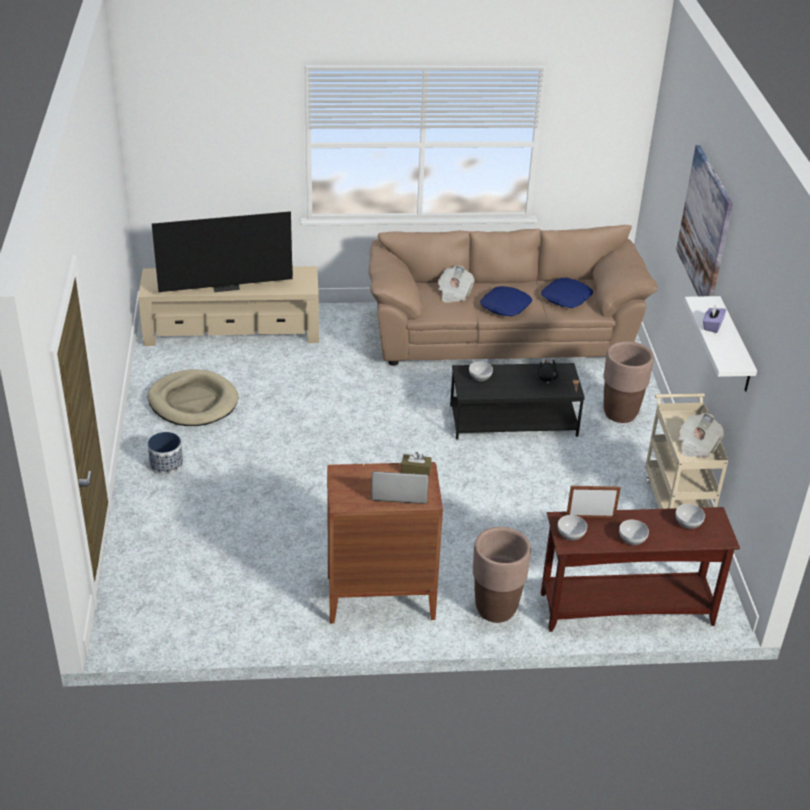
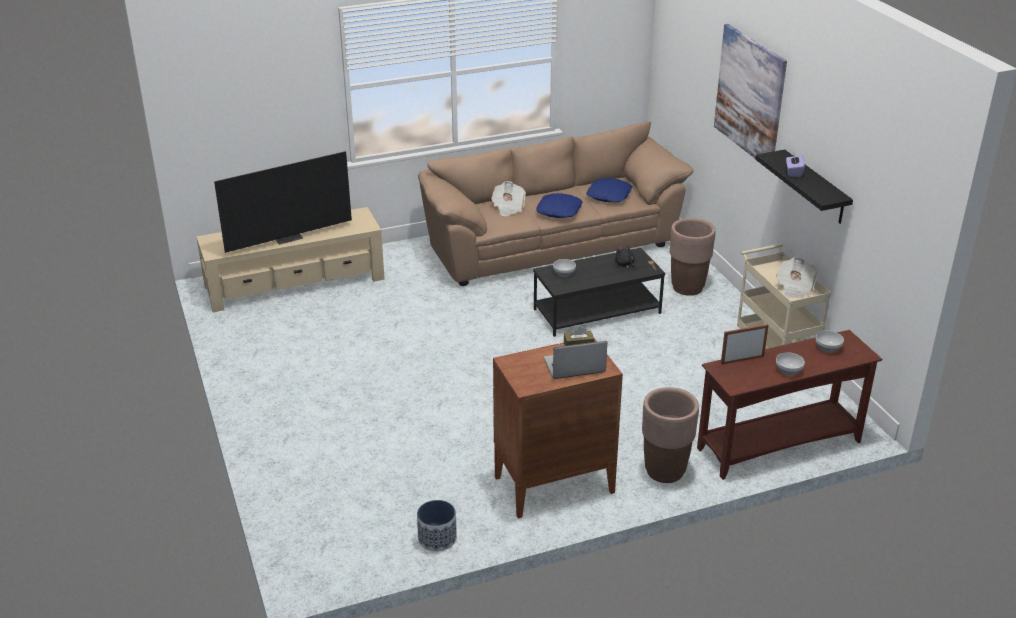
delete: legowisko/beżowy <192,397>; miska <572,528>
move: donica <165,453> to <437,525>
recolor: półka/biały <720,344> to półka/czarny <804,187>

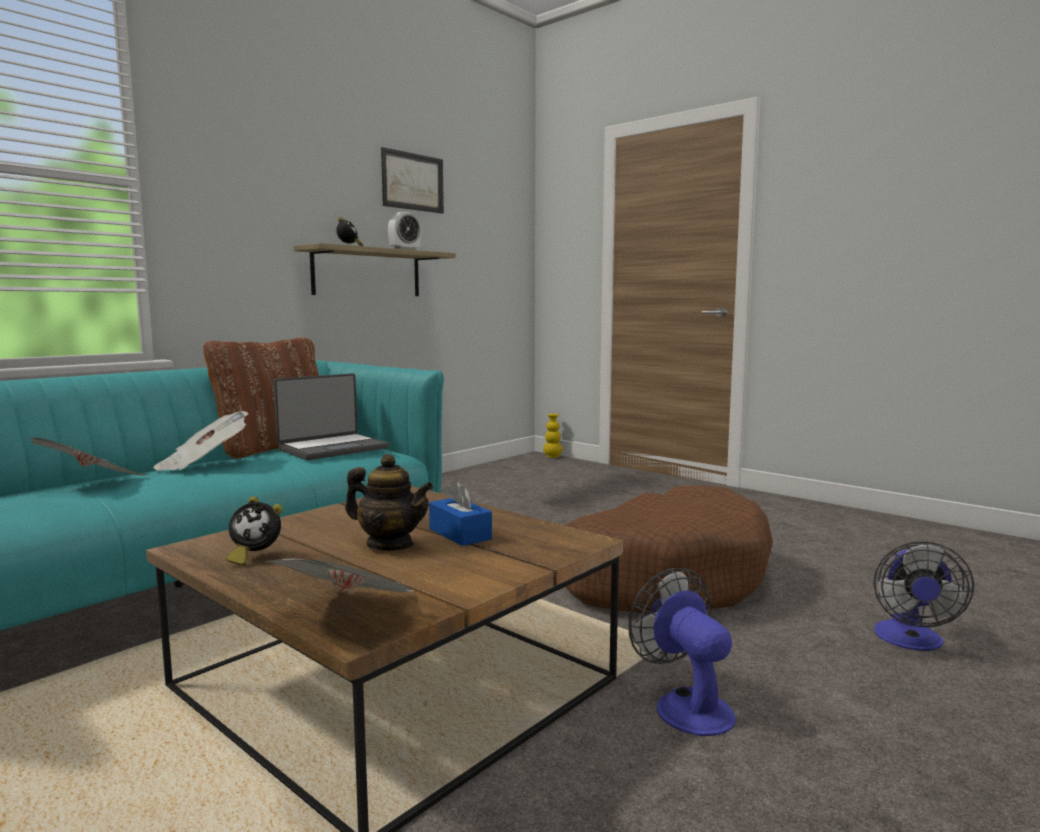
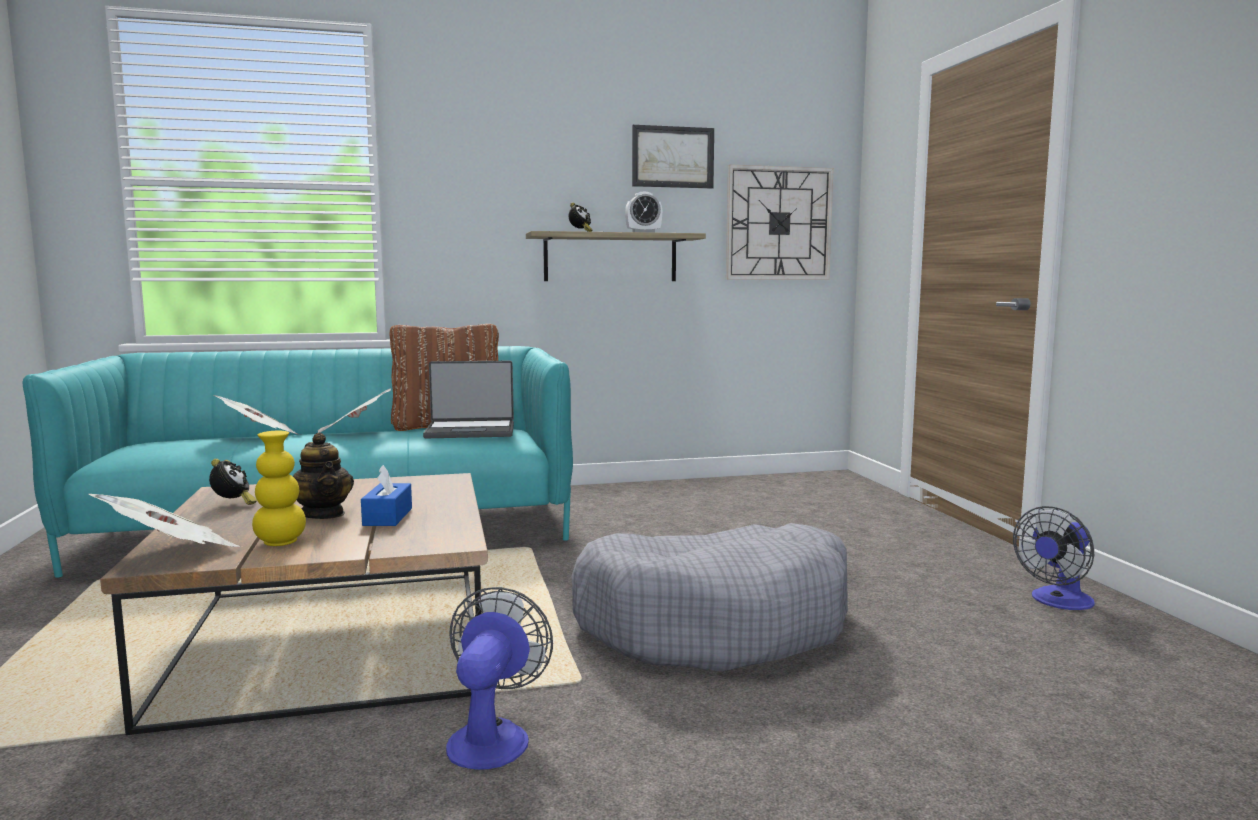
insert: zegar ścienny <779,222>
move: wazon/żółty <552,436> to <279,488>; wentylator <923,596> to <1054,558>
recolor: legowisko/brązowy <669,549> to legowisko/szary <709,597>
rotate: budzik <254,531> = <233,482> 135 degrees counterclockwise

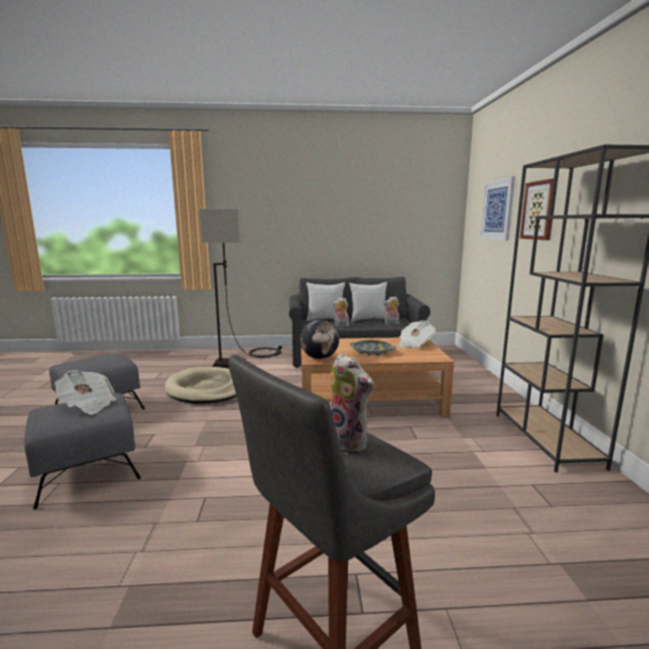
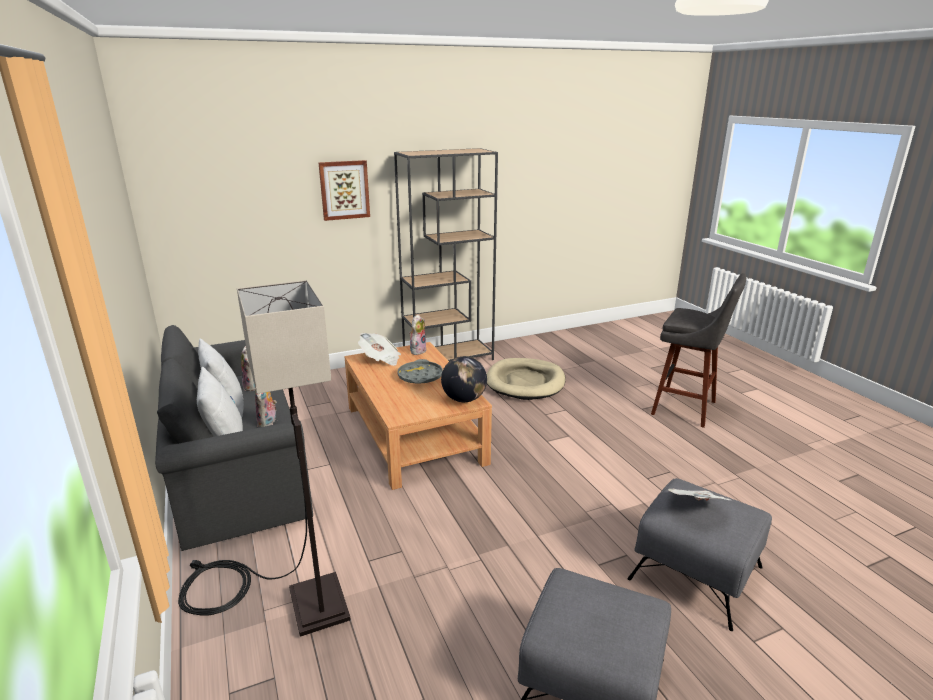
delete: obraz <497,208>
move: legowisko/beżowy <201,385> to <526,379>; pluszak <351,403> to <418,334>

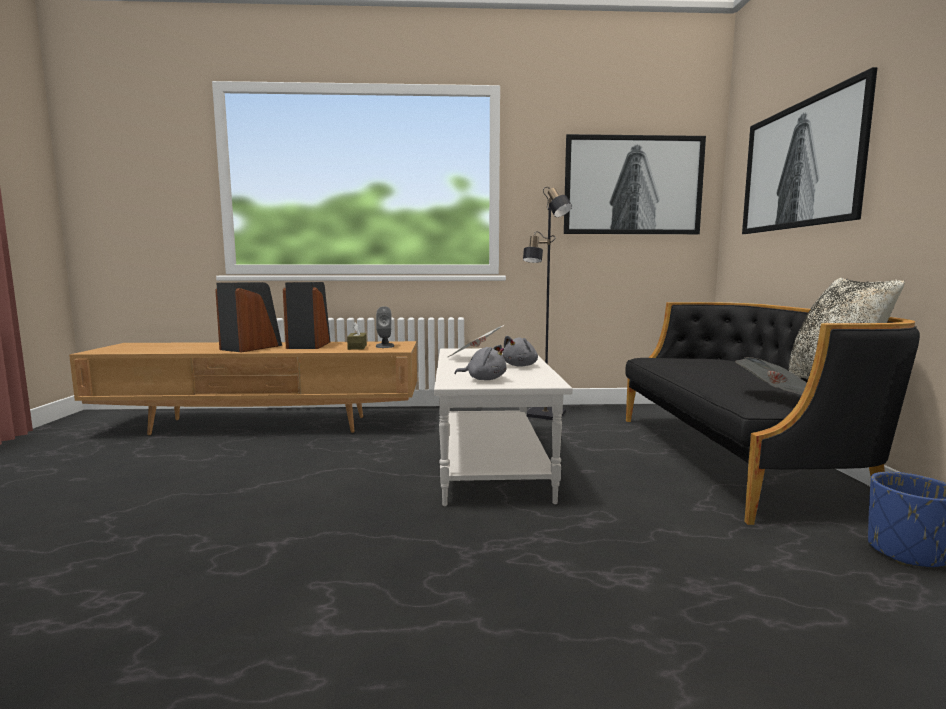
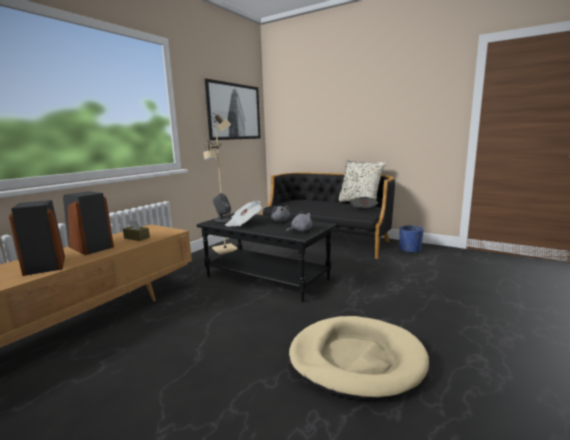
delete: obraz <810,150>
insert: legowisko/beżowy <359,358>
move: głośnik/szary <385,327> to <222,207>
recolor: ława/biały <503,427> to ława/czarny <266,257>; lampa stojąca/czarny <547,303> to lampa stojąca/beżowy <220,183>

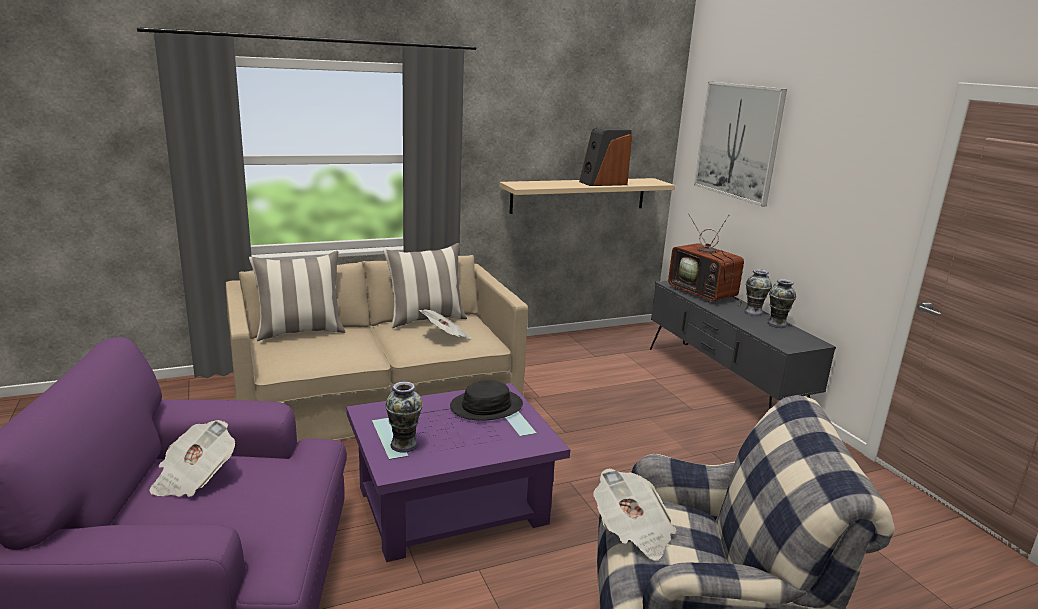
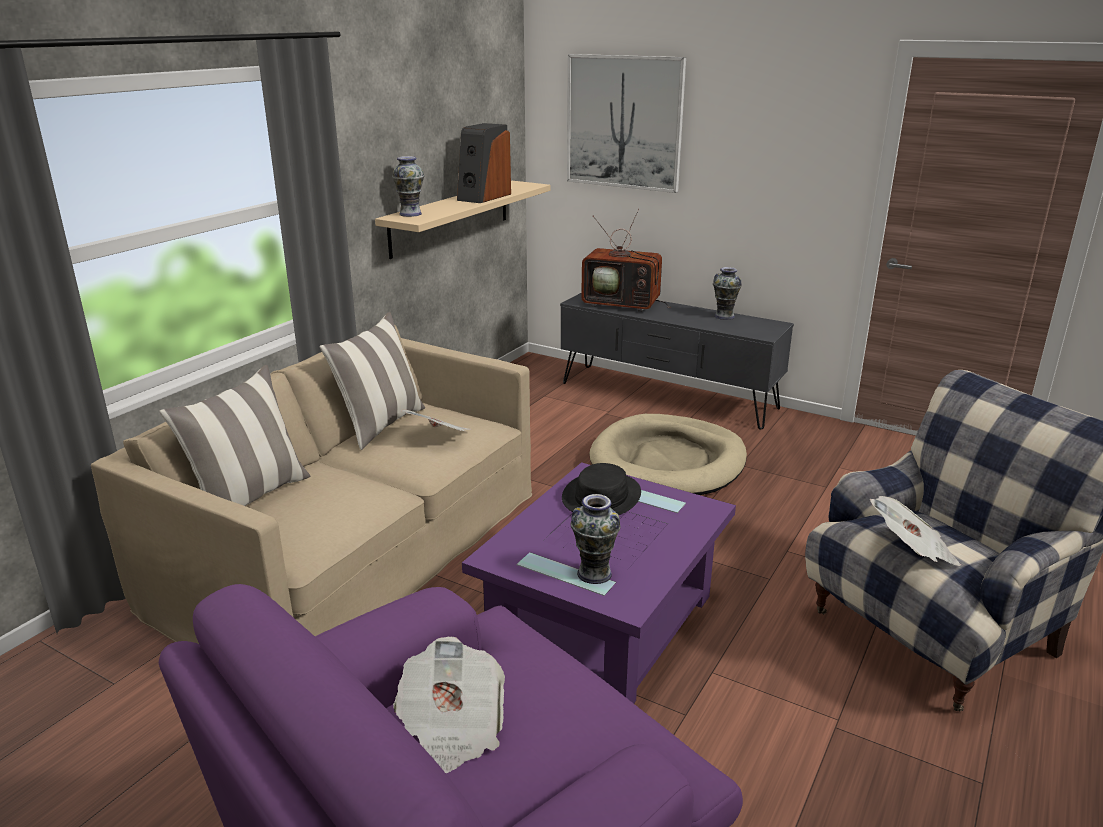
insert: legowisko/beżowy <668,454>
move: wazon <758,292> to <408,186>

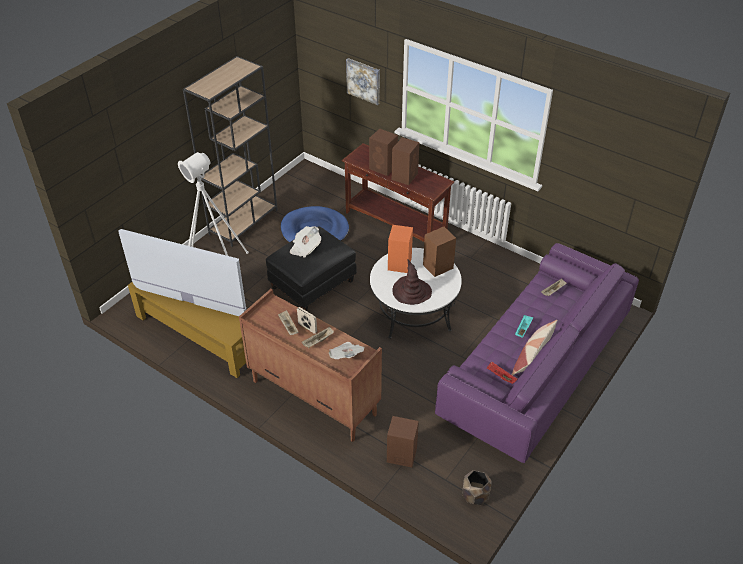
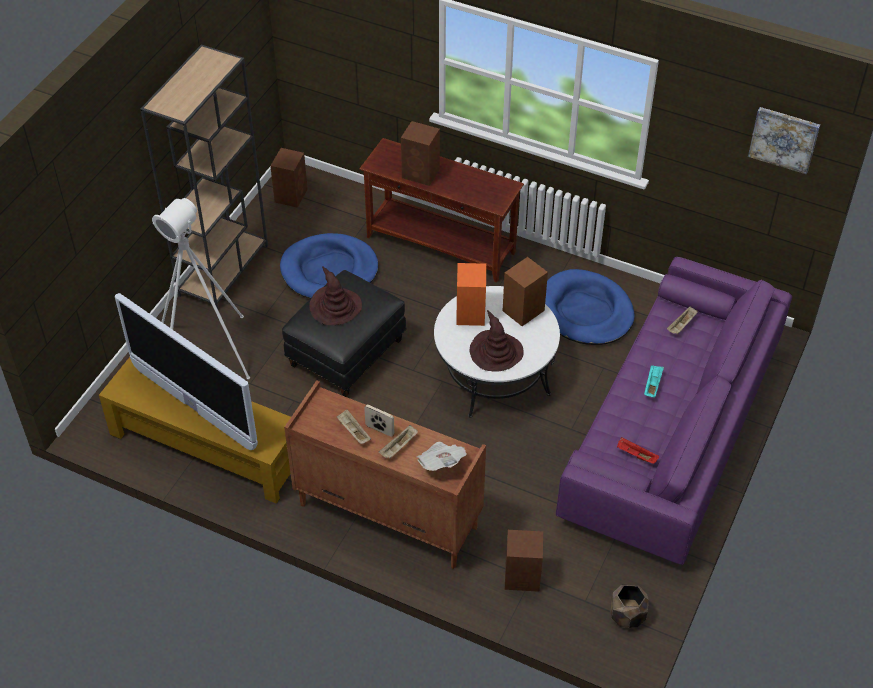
delete: poduszka <534,348>
insert: legowisko/niebieski <590,307>
move: obraz <363,81> to <784,140>; głośnik/brązowy <405,161> to <289,178>
replace: gazeta <305,242> to kapelusz/brązowy <335,295>
rotate: telewizor <182,272> = <186,371> 150 degrees counterclockwise

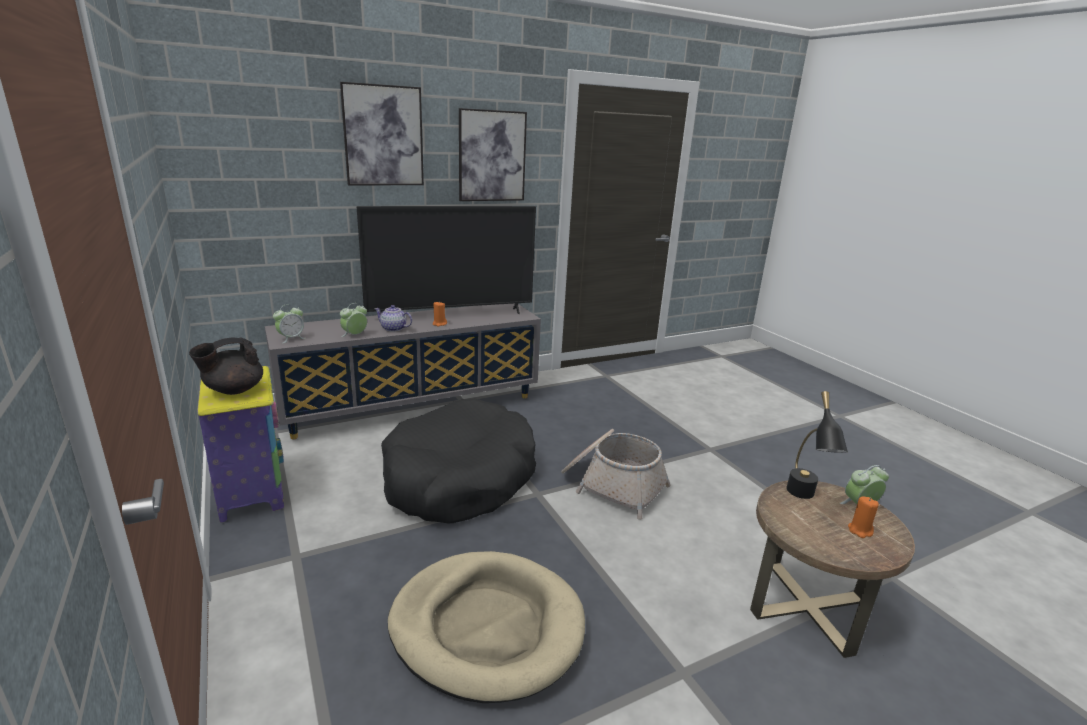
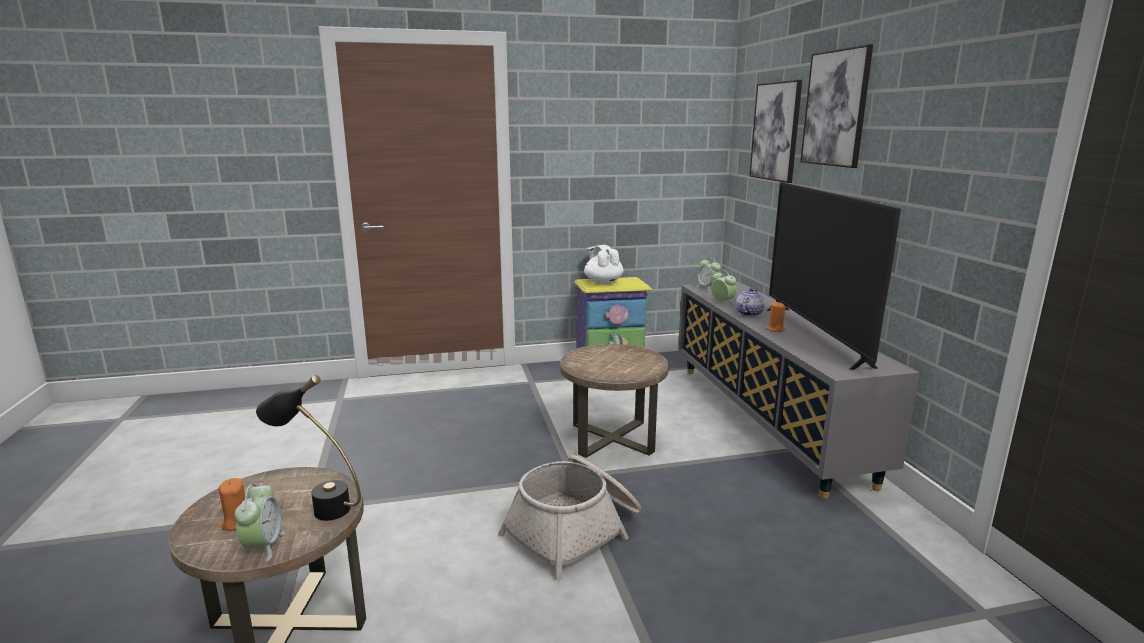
delete: legowisko/beżowy <486,627>
move: obraz <493,154> to <775,131>
replace: legowisko/czarny <458,461> to stolik/brązowy <614,401>
recolor: imbryk/czarny <226,366> to imbryk/biały <604,264>

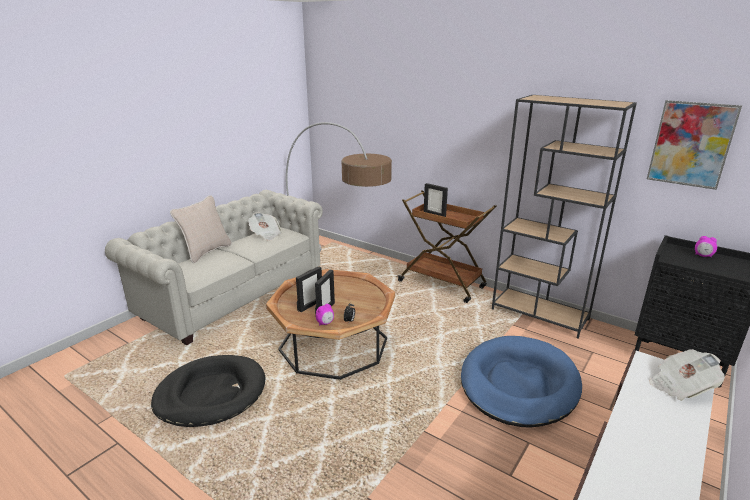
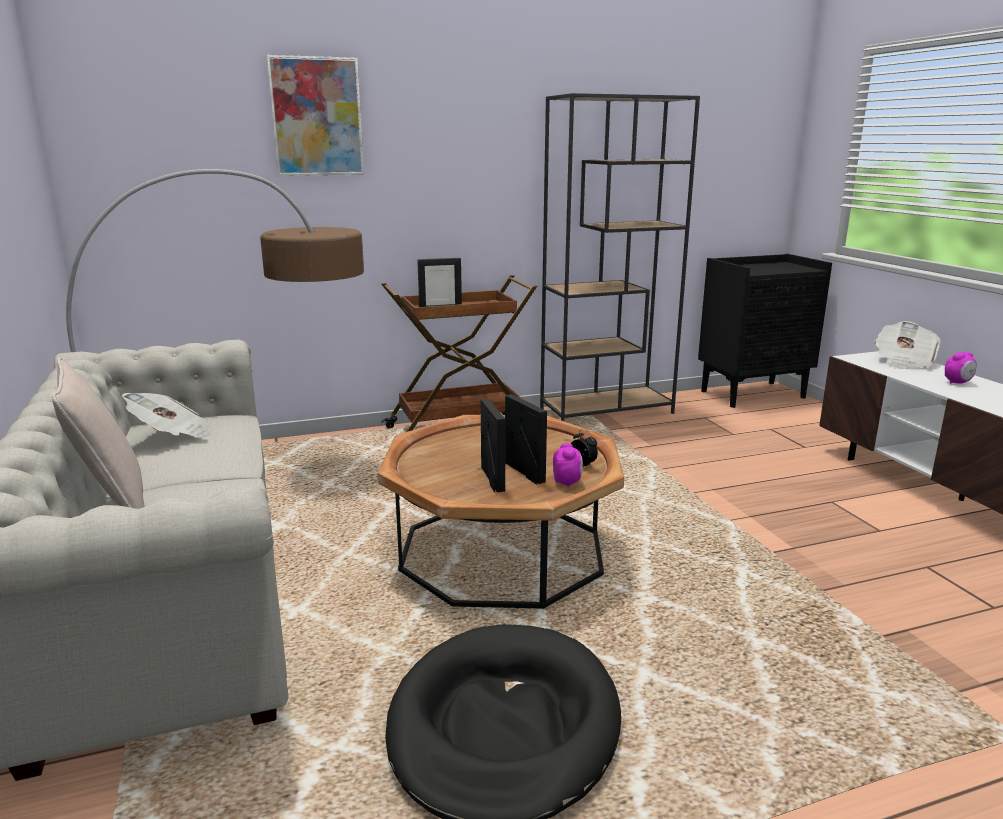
delete: legowisko/niebieski <521,382>
move: obraz <694,145> to <315,115>; budzik <706,246> to <961,367>

